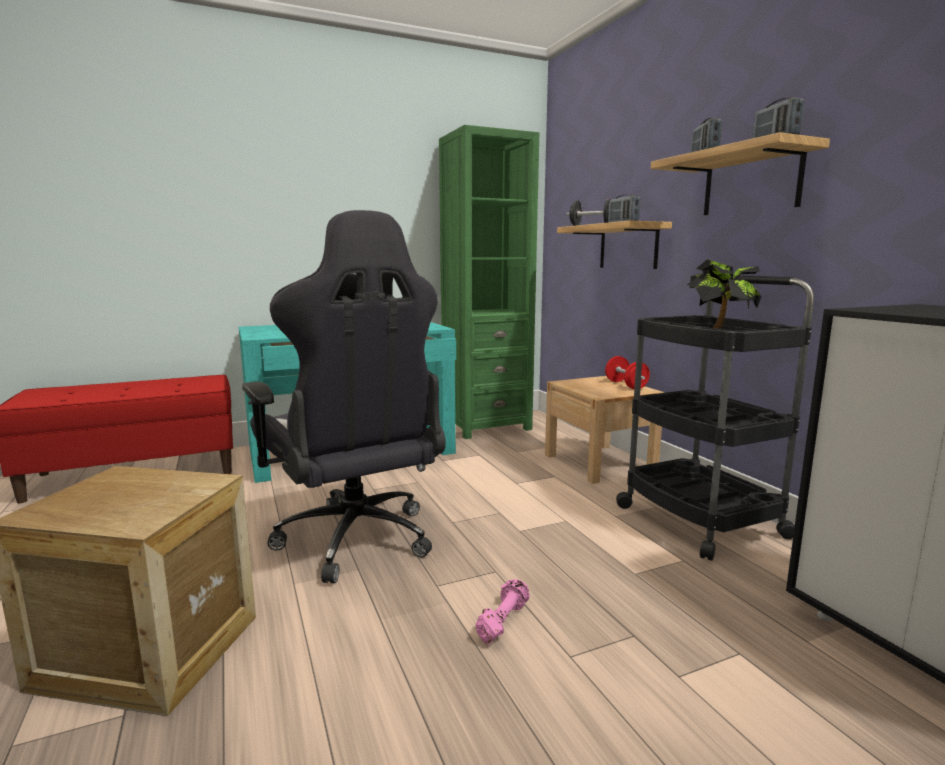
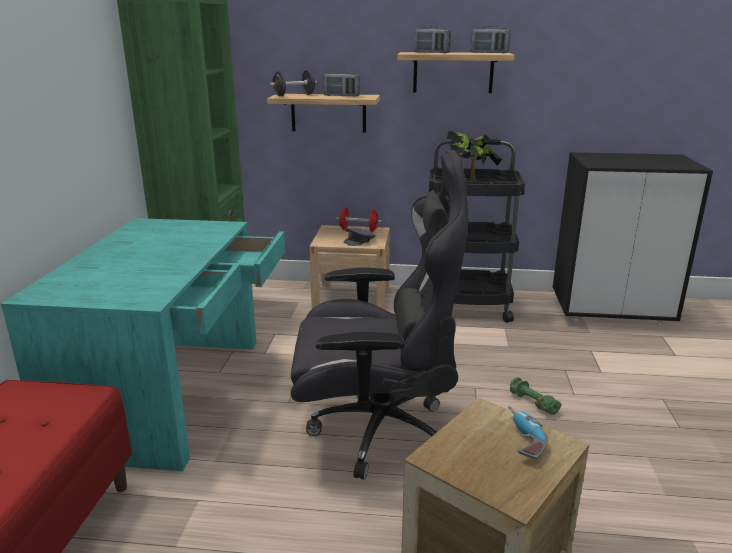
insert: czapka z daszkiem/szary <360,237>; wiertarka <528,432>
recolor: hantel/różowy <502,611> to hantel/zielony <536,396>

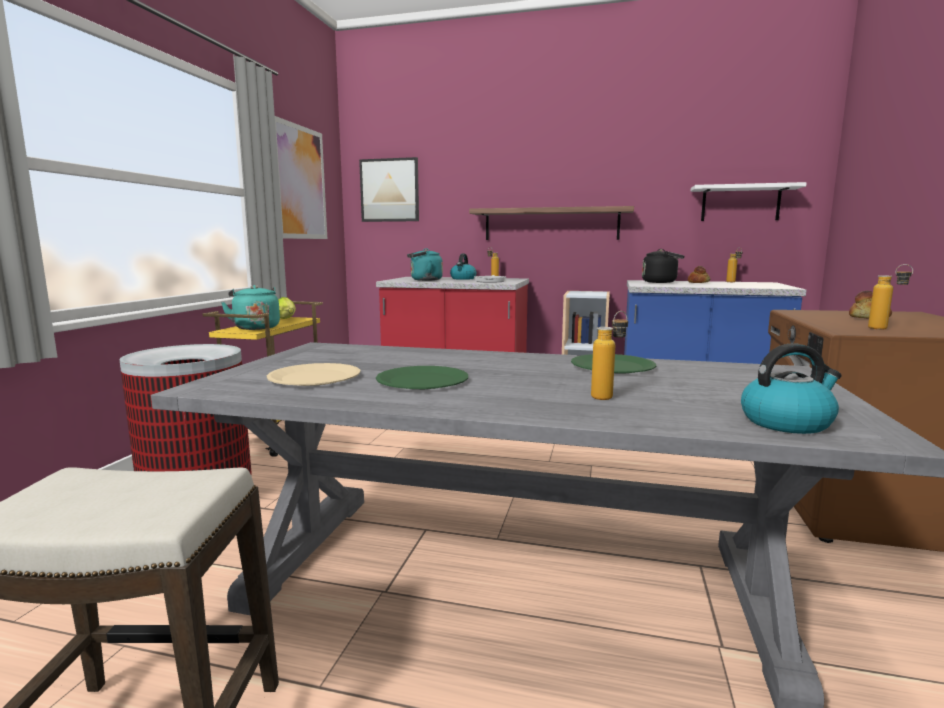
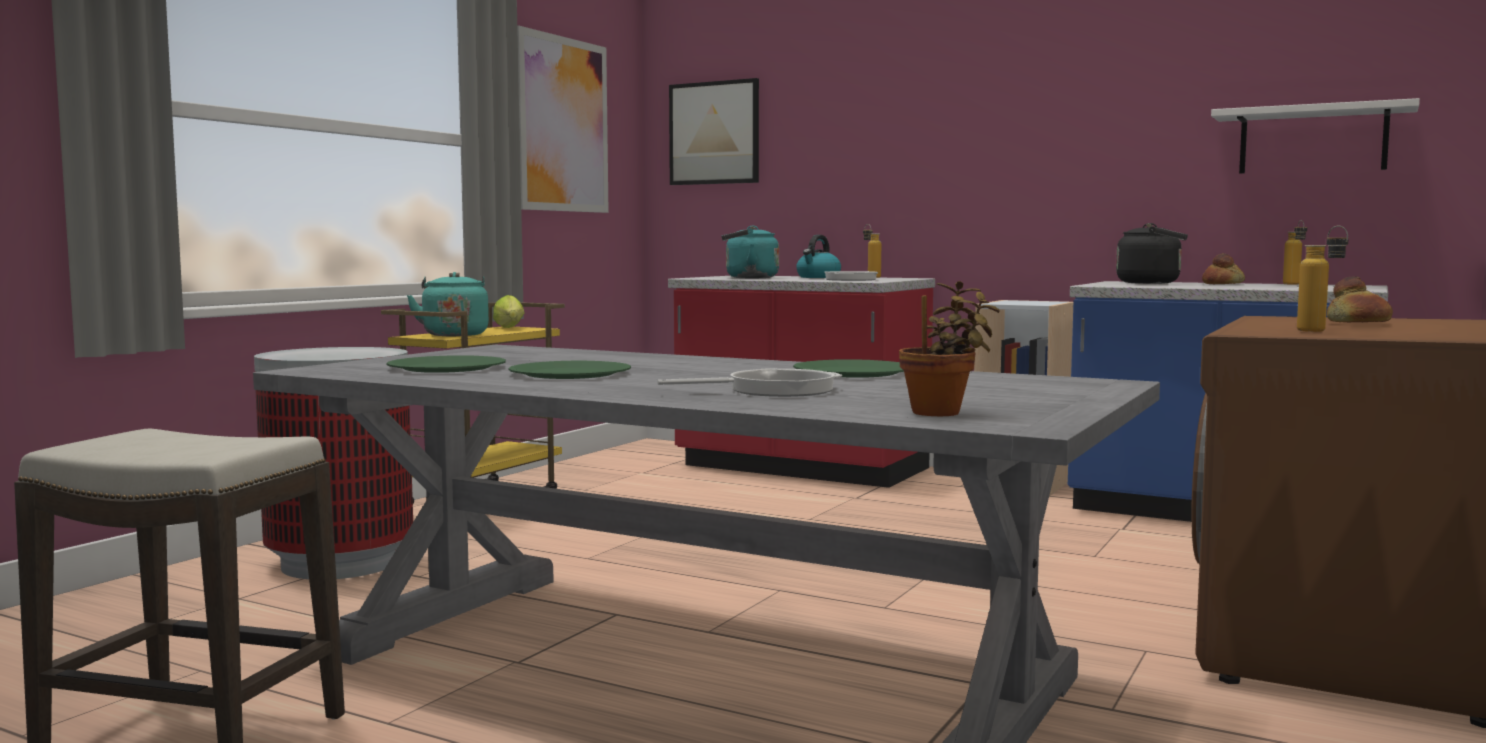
delete: półka <551,223>
replace: butelka <609,355> to patelnia <749,382>; czajnik <791,388> to roślina doniczkowa <949,348>
recolor: talerz/beżowy <314,374> to talerz/zielony <446,364>

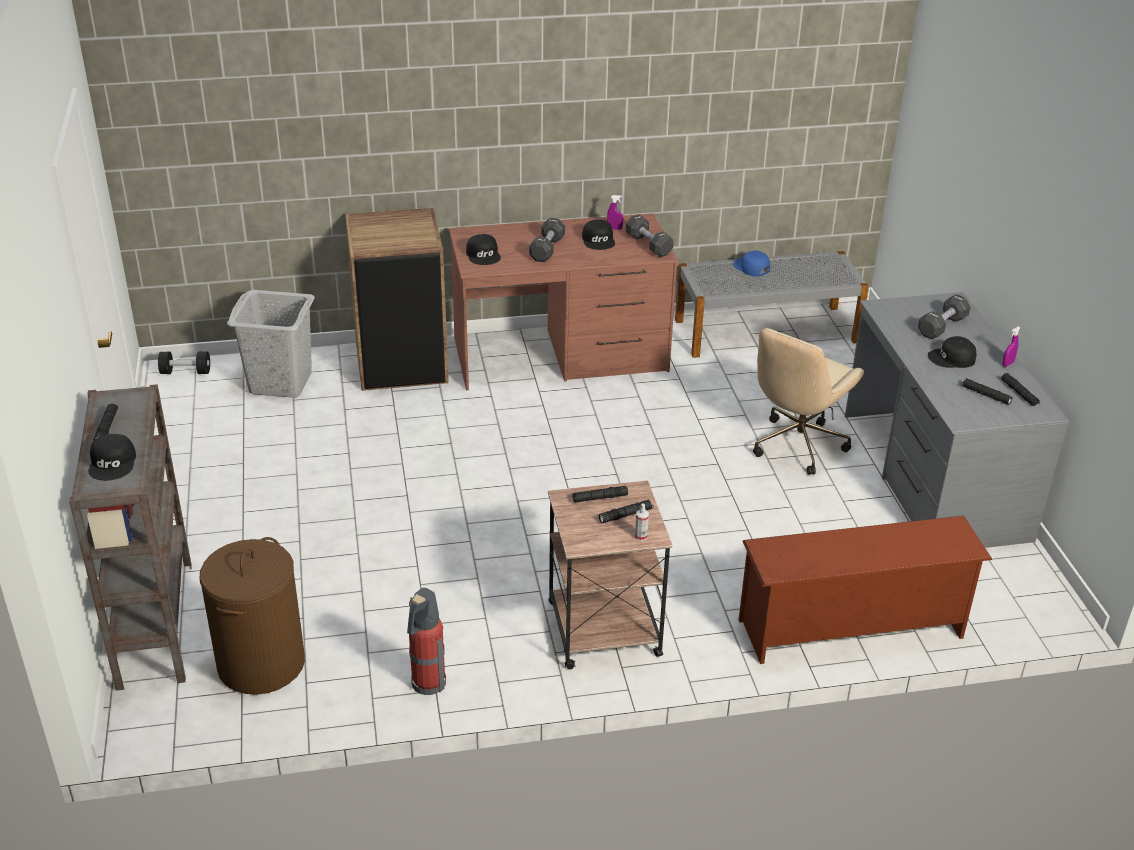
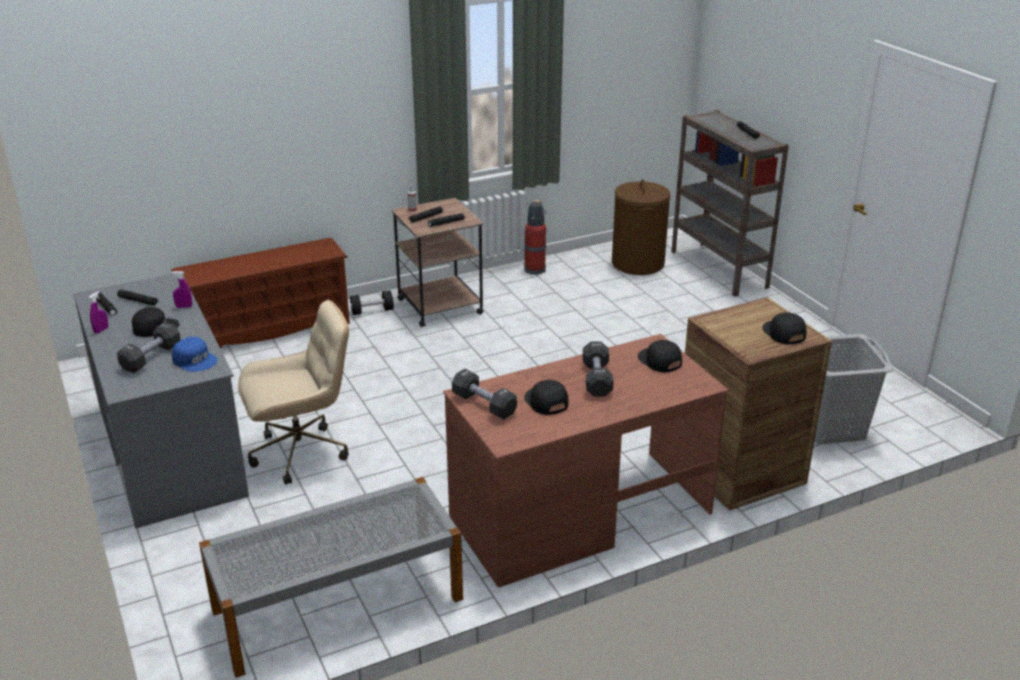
move: czapka z daszkiem/czarny <112,457> to <784,328>; hantel/czarny <184,362> to <372,303>; spryskiwacz/fioletowy <615,212> to <181,289>; czapka z daszkiem/niebieski <752,264> to <195,354>
rotate: krzesło biurowe/beżowy <808,401> = <293,392> 45 degrees clockwise

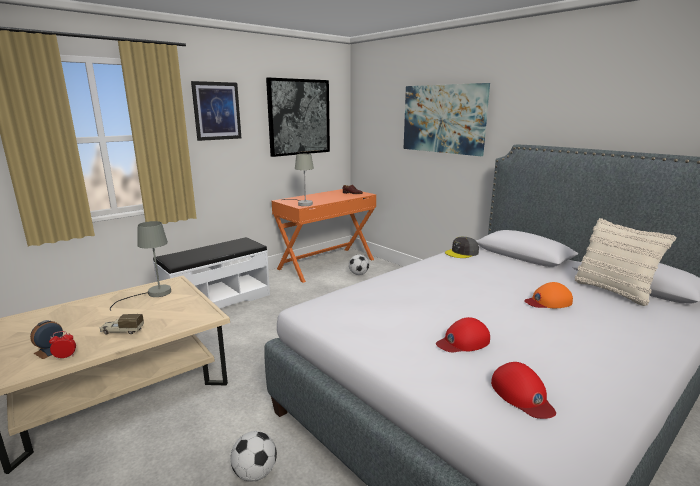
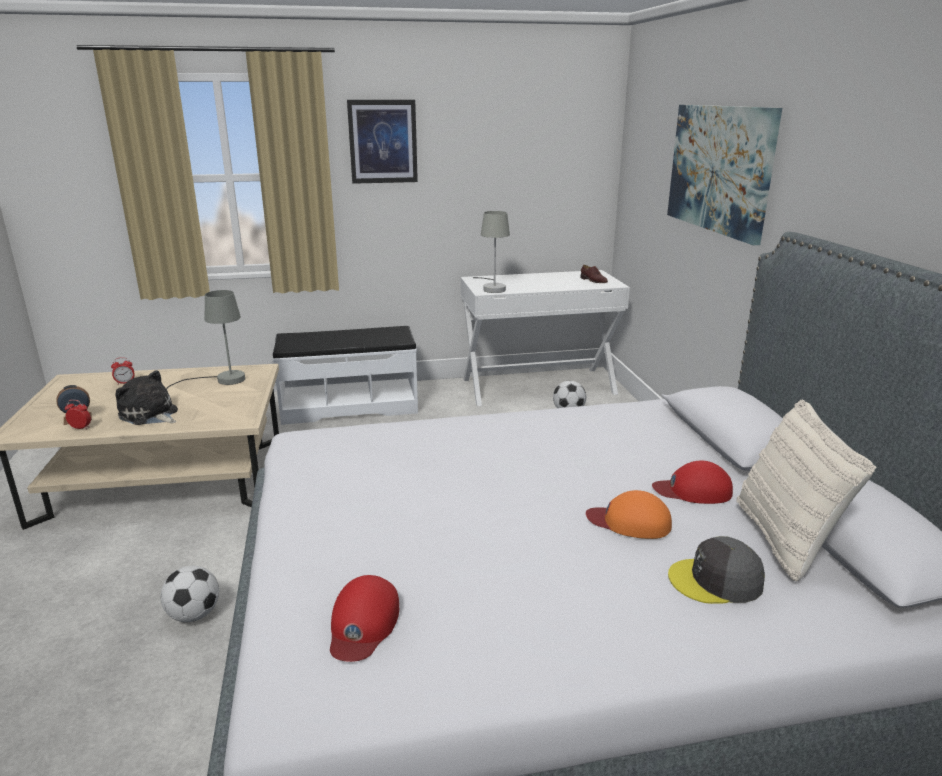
delete: obraz <298,117>
insert: budzik <122,370>
move: czapka z daszkiem/czerwony <463,334> to <692,482>; czapka z daszkiem/szary <462,247> to <716,570>
replace: ciężarówka zabawkowa <122,324> to pluszak <146,397>
recolor: biurko/pomarańczowy <323,236> to biurko/biały <545,338>

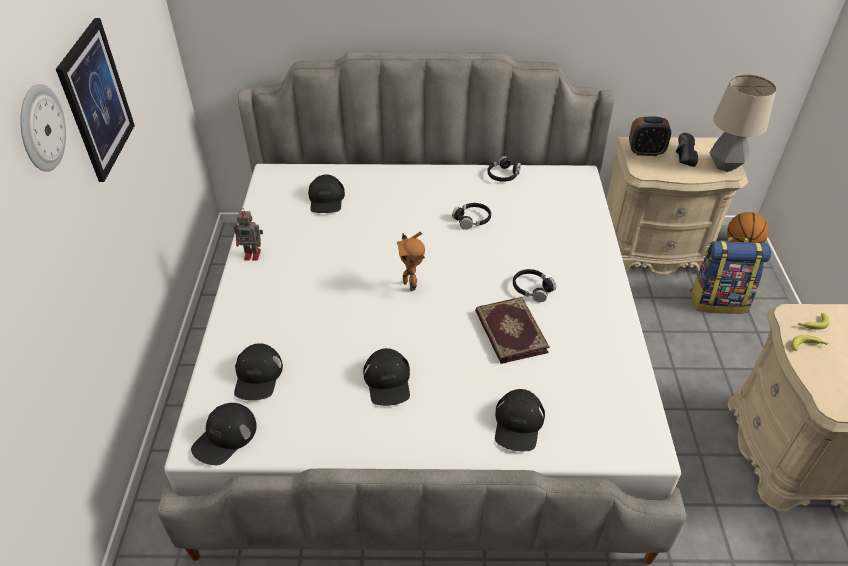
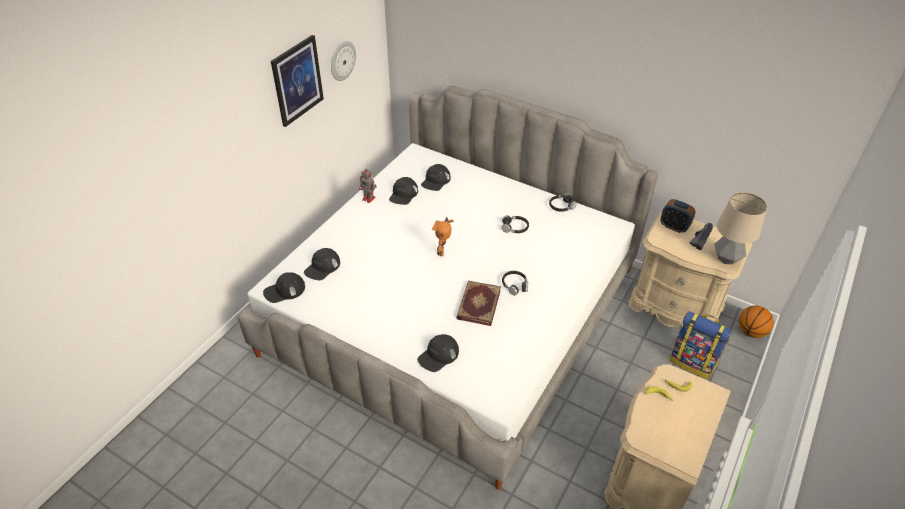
move: zegar ścienny <43,128> to <343,61>; czapka z daszkiem/czarny <386,377> to <403,191>

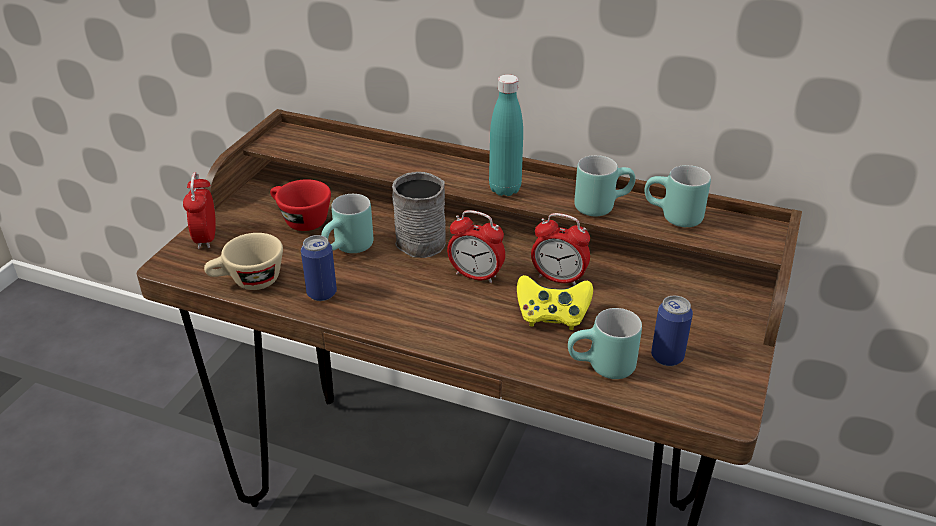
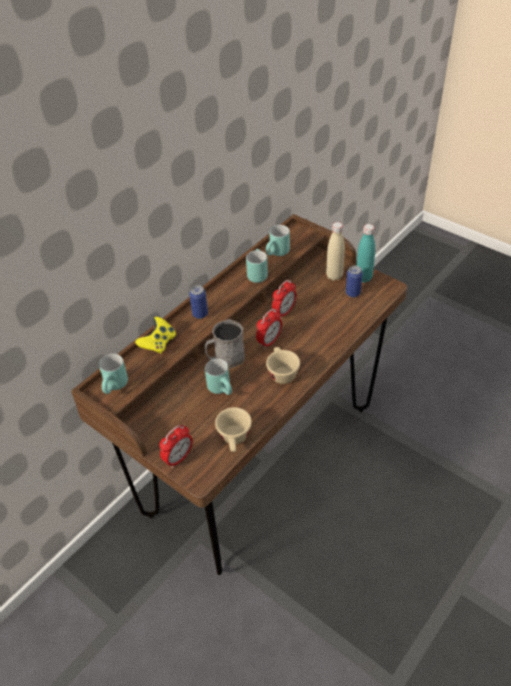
delete: filiżanka/czerwony <300,205>
insert: filiżanka/beżowy <283,365>; butelka/beżowy <335,251>
move: puszka <319,268> to <198,302>; butelka/turkusowy <506,135> to <365,253>; pad do gier/żółty <555,302> to <155,335>; kubek/turkusowy <605,343> to <113,374>
rotate: budzik <199,210> = <176,446> 60 degrees counterclockwise

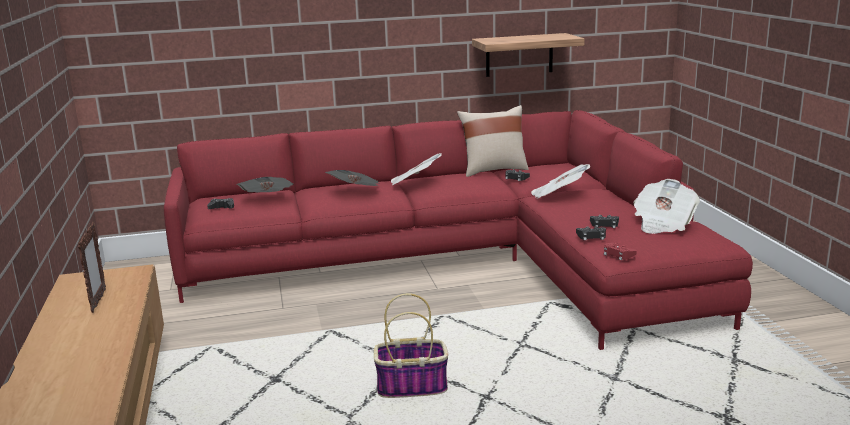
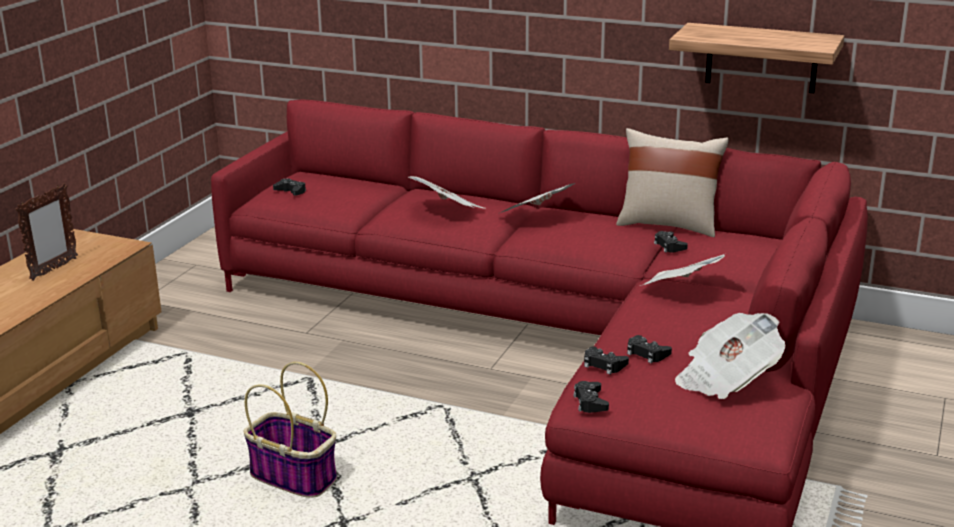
delete: gazeta <264,185>
recolor: pad do gier/czerwony <620,251> to pad do gier/czarny <591,397>

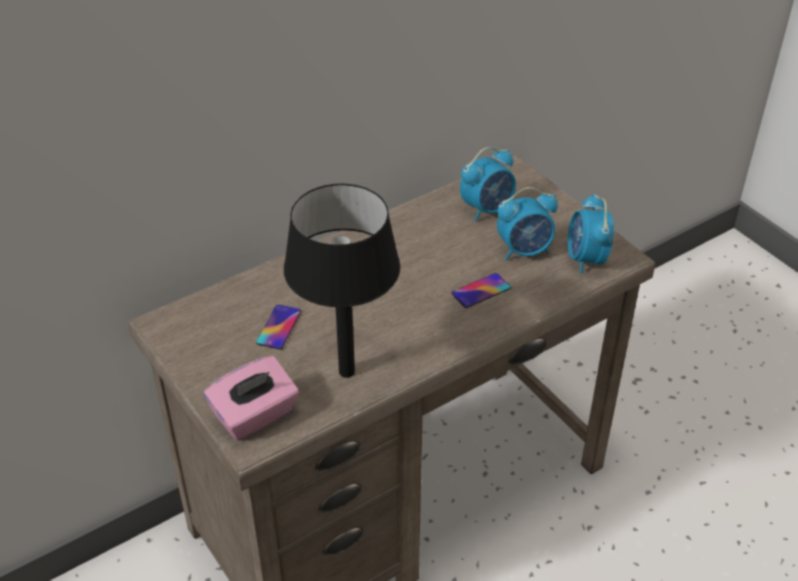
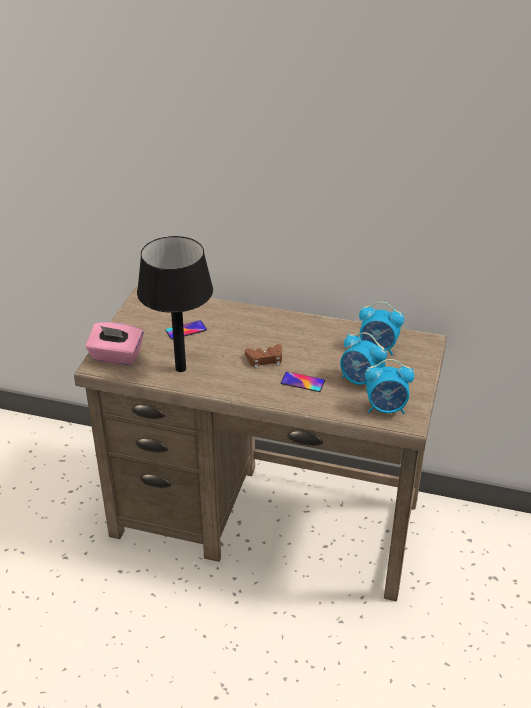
insert: pad do gier/brązowy <263,356>
rotate: budzik <590,233> = <389,386> 135 degrees counterclockwise

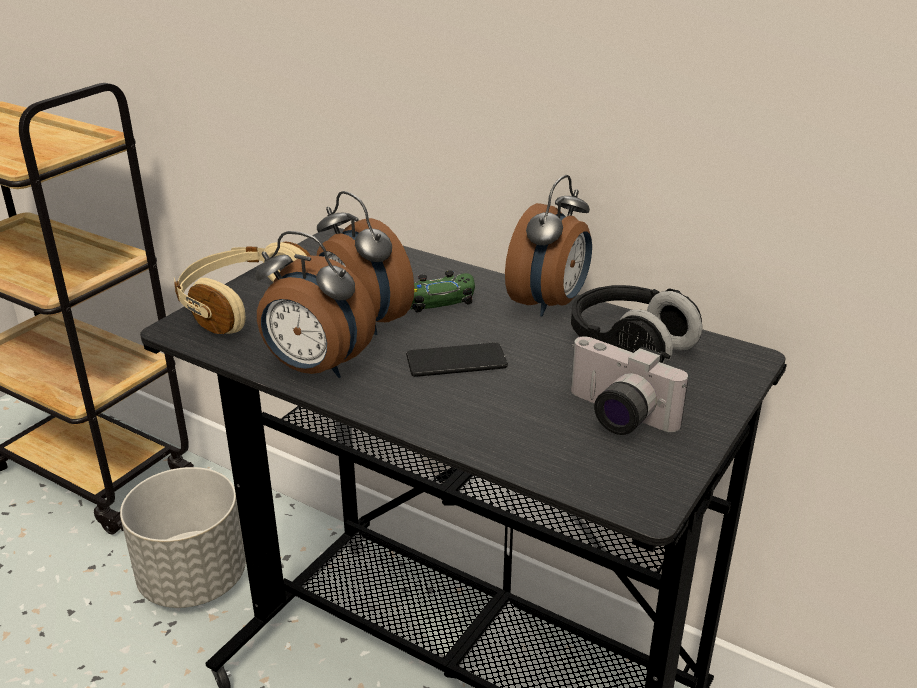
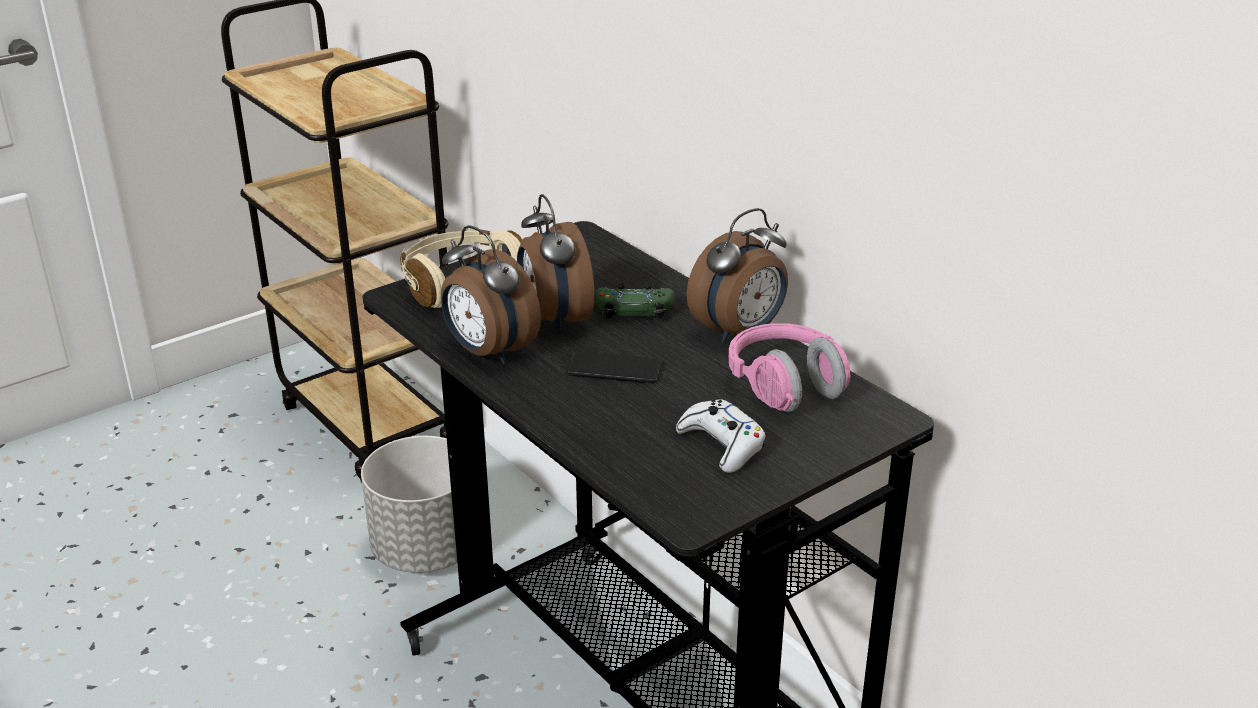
replace: aparat fotograficzny <629,385> to pad do gier/biały <720,436>
recolor: słuchawki/czarny <636,324> to słuchawki/różowy <789,367>

